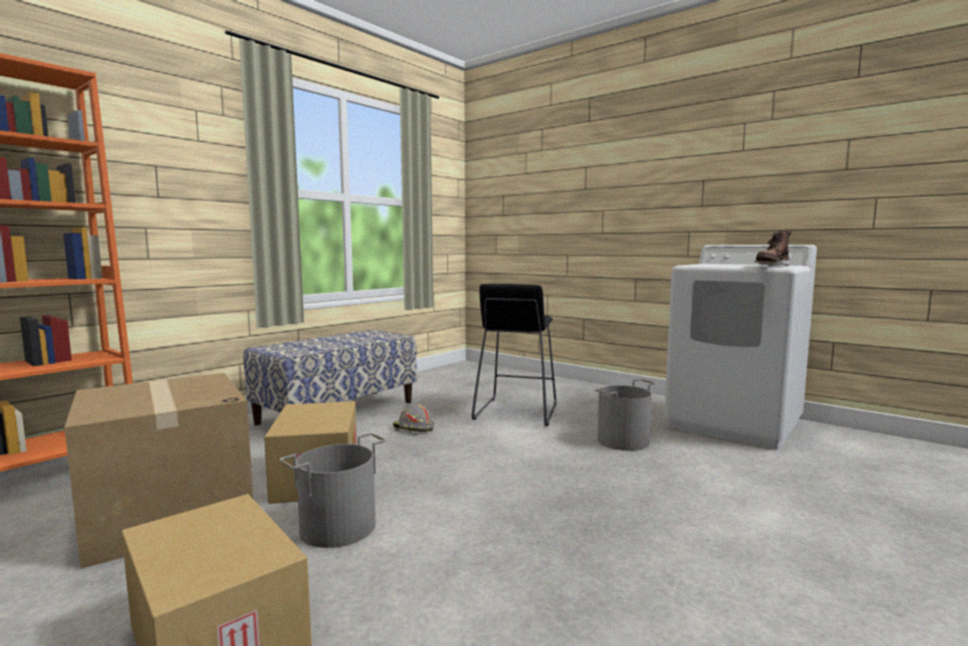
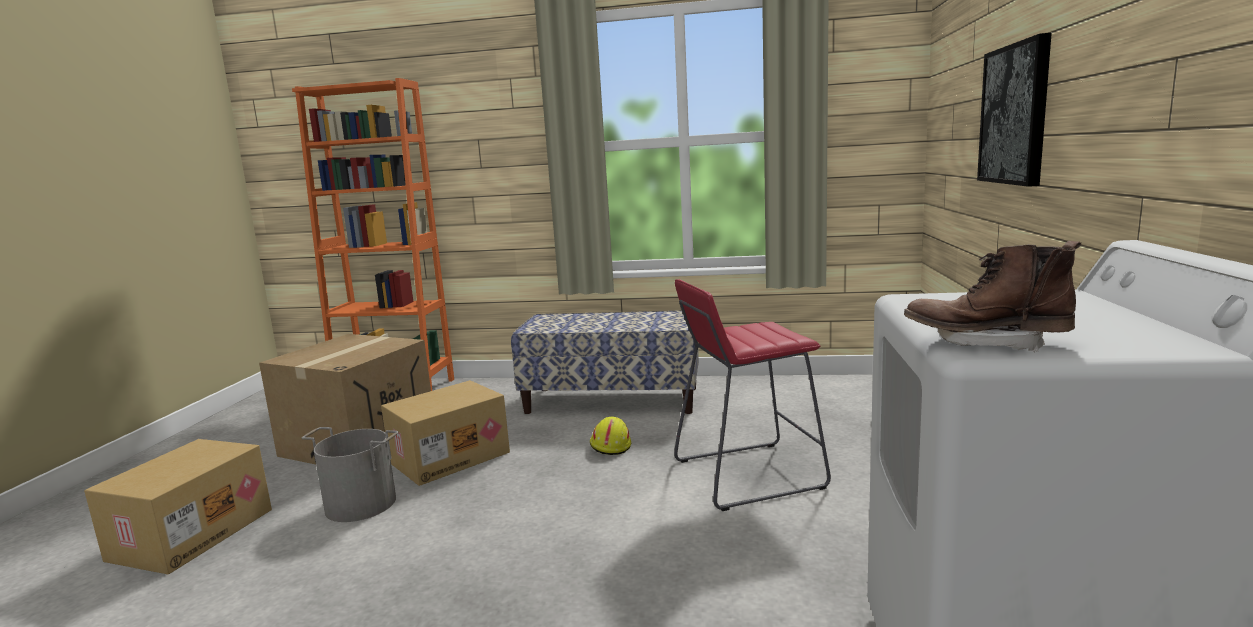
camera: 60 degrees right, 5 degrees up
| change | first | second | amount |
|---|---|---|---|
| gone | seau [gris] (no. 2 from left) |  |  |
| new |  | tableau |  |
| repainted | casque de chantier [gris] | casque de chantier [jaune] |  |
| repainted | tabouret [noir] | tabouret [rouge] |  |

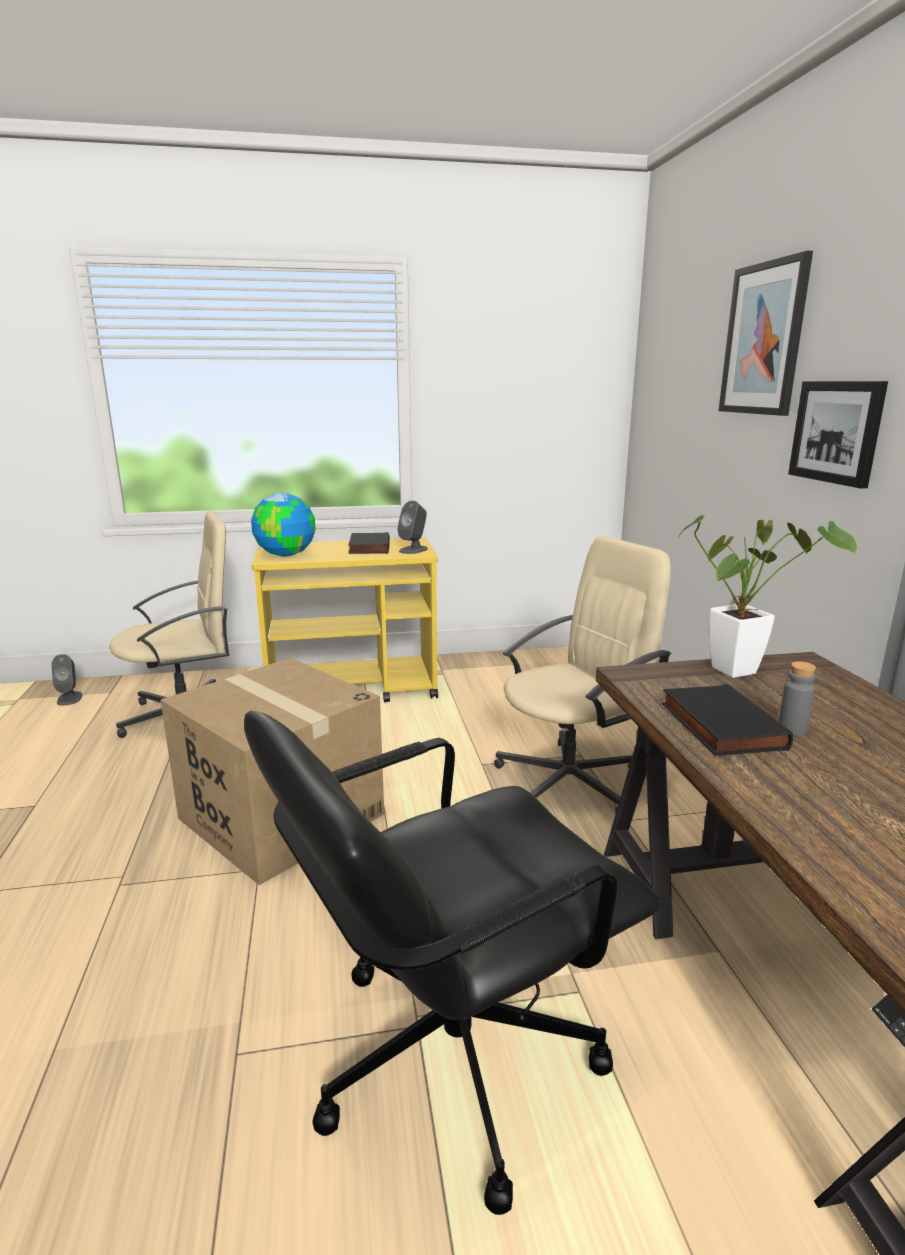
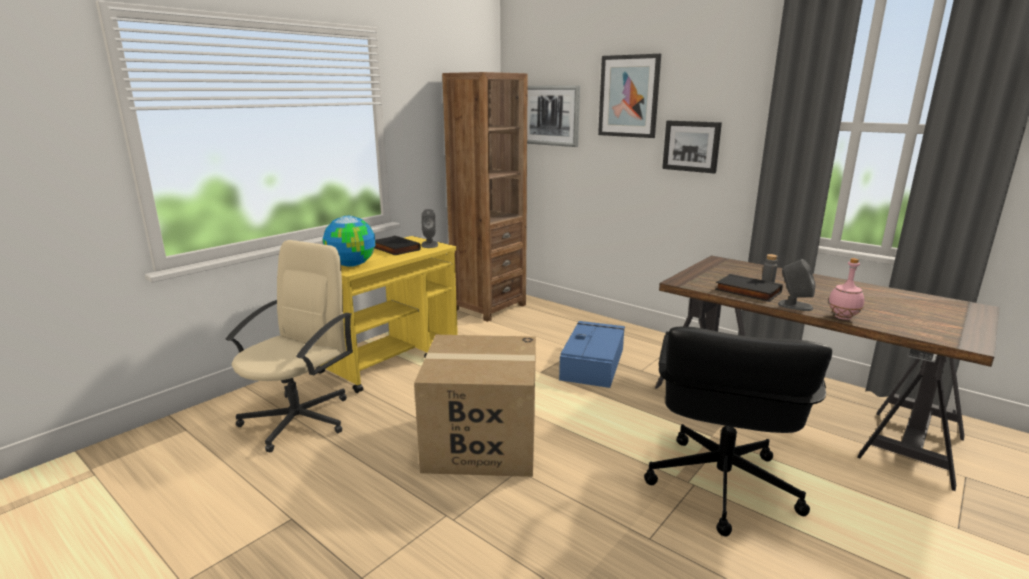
camera: 40 degrees left, 0 degrees up
| change | first | second | amount |
|---|---|---|---|
| gone | plante en pot |  |  |
| new |  | bibliothèque [marron] |  |
| new |  | tableau (no. 1 from left) |  |
| new |  | bouteille [rose] |  |
| shifted | enceinte [gris] (no. 1 from left in the first image) | enceinte [gris] (no. 2 from left) |  |
| swapped | chaise de bureau [beige] (no. 2 from left) | boîte de rangement [bleu] |  |

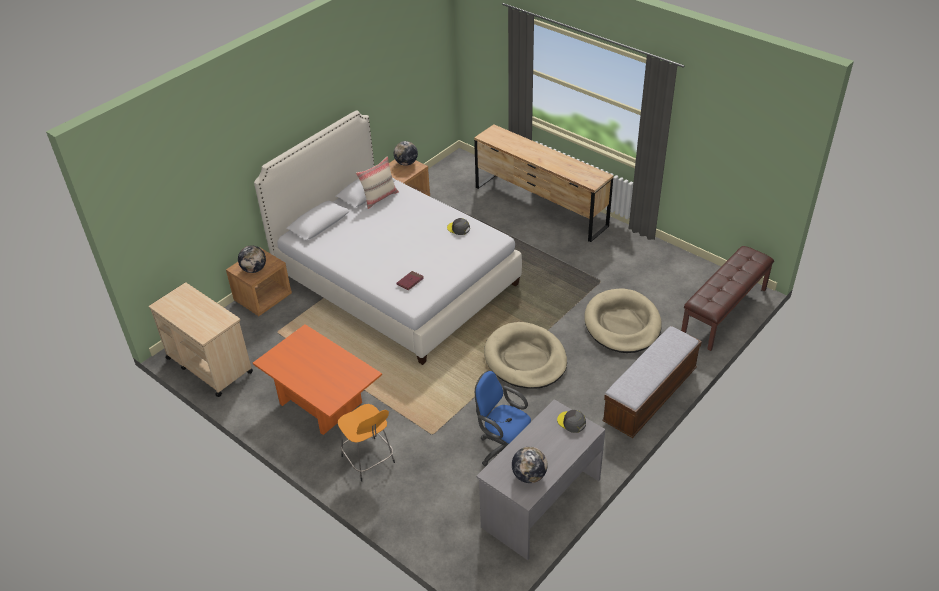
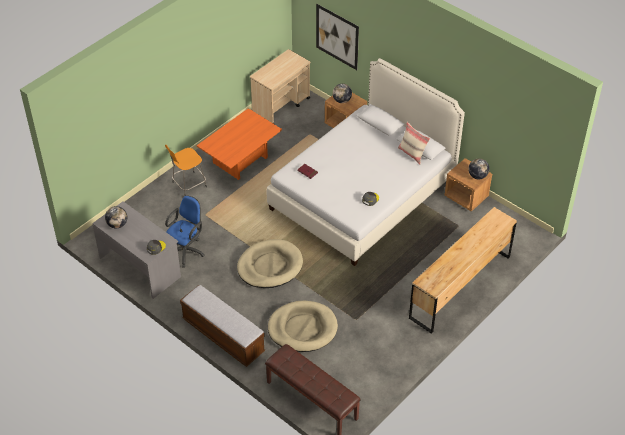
camera: 90 degrees right, 5 degrees up
| change | first | second | amount |
|---|---|---|---|
| new |  | tableau |  |

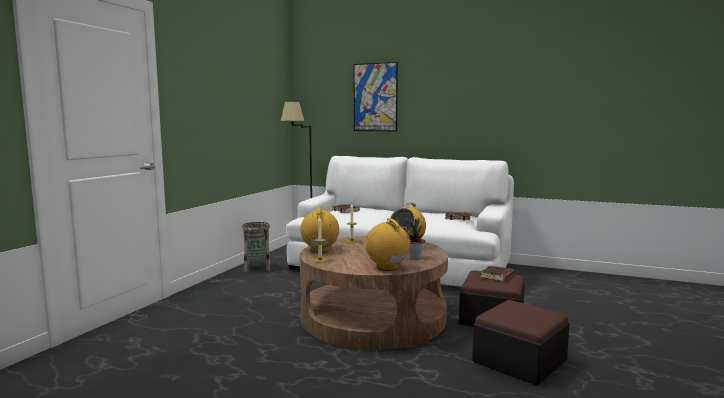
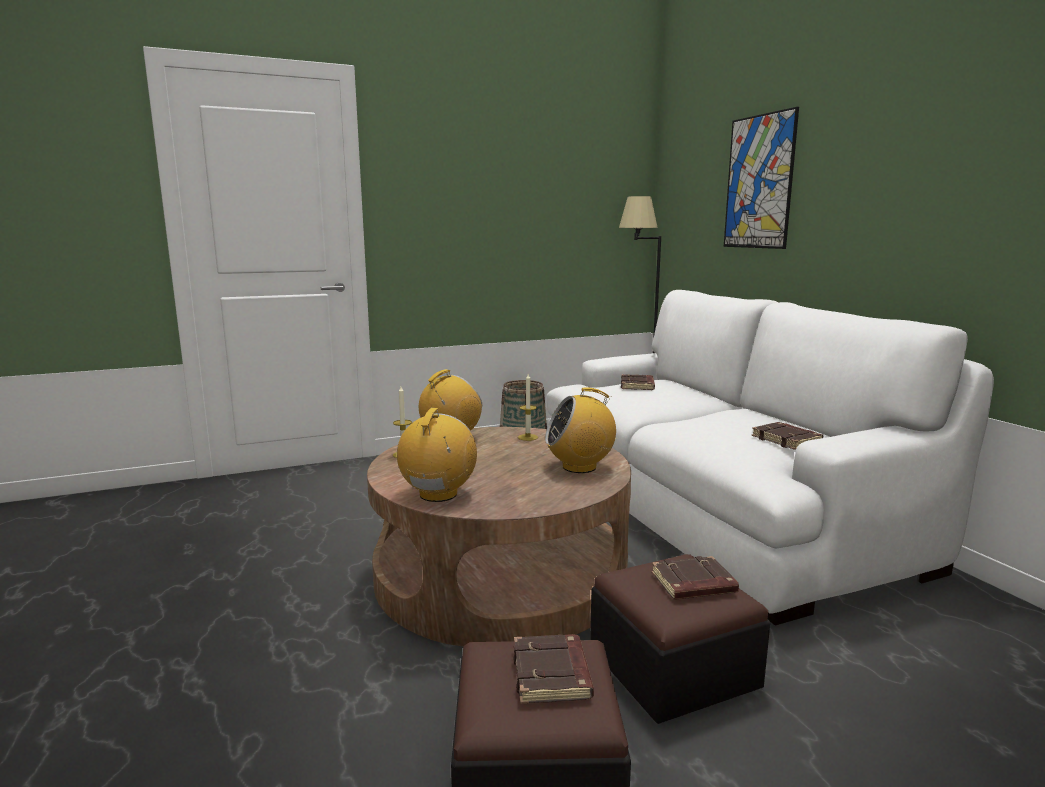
camera: 45 degrees right, 5 degrees up
| change | first | second | amount |
|---|---|---|---|
| gone | plante en pot |  |  |
| new |  | livre [marron] (no. 1 from left) |  |

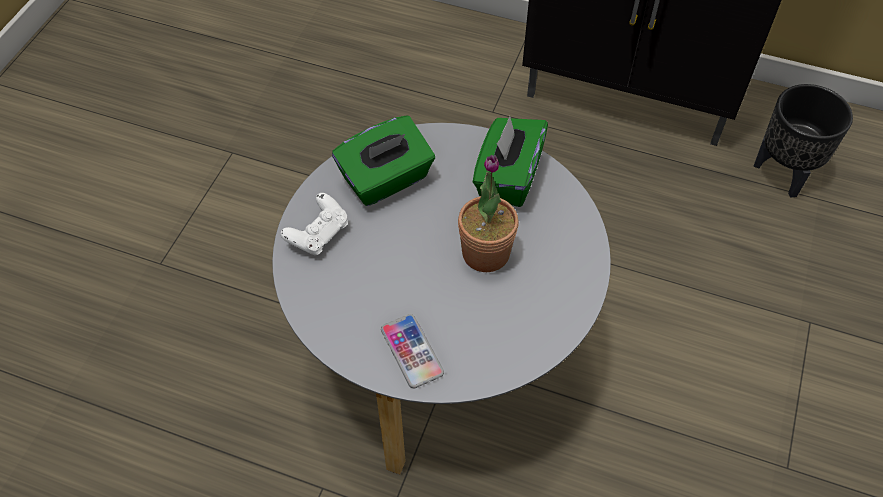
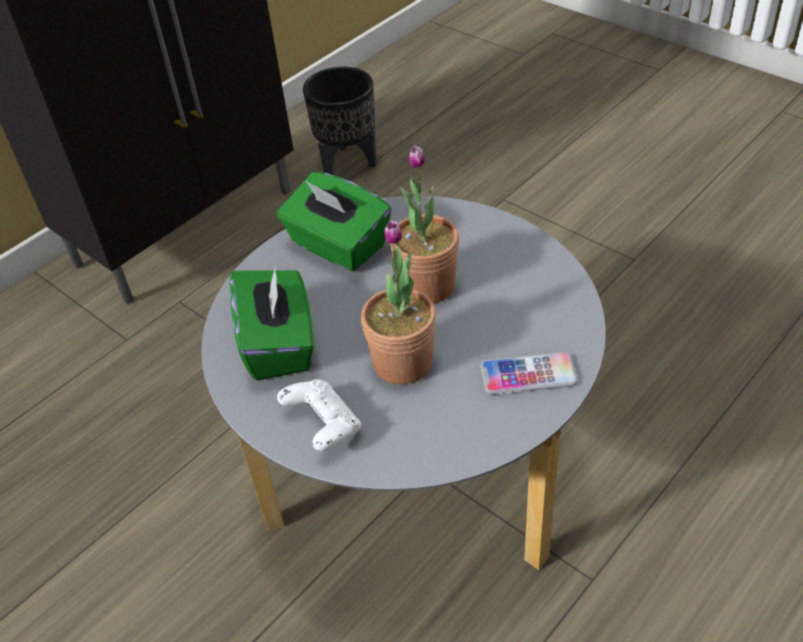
camera: 65 degrees left, 10 degrees down
| change | first | second | amount |
|---|---|---|---|
| new |  | plante en pot (no. 1 from left) |  |

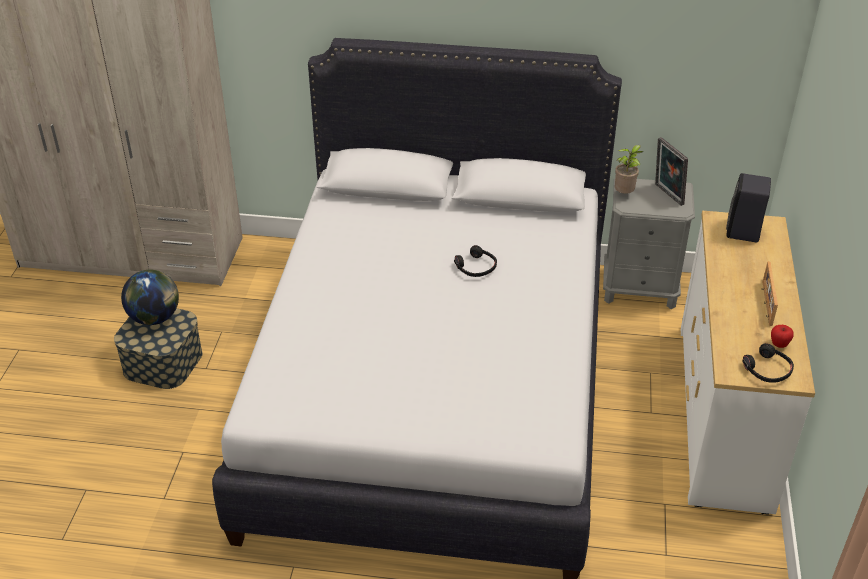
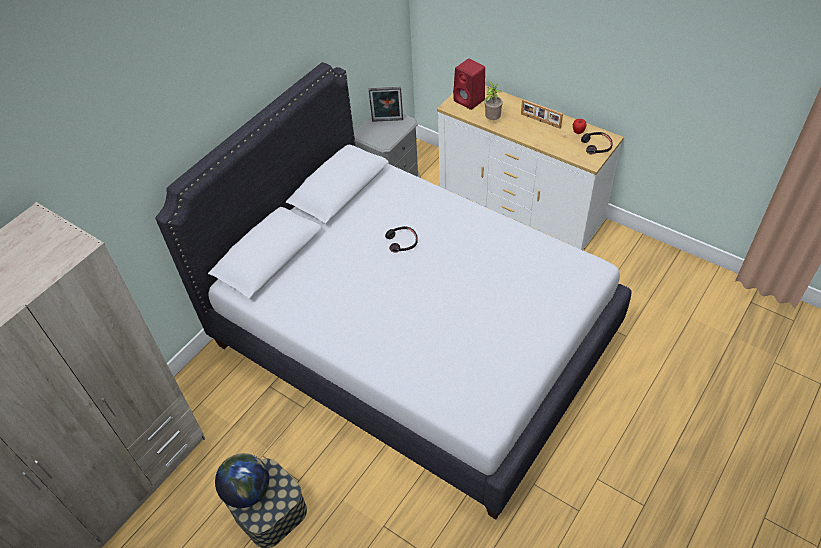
camera: 60 degrees left, 10 degrees up
| change | first | second | amount |
|---|---|---|---|
| shifted | plante en pot |  |  |
| repainted | enceinte [noir] | enceinte [rouge] |  |

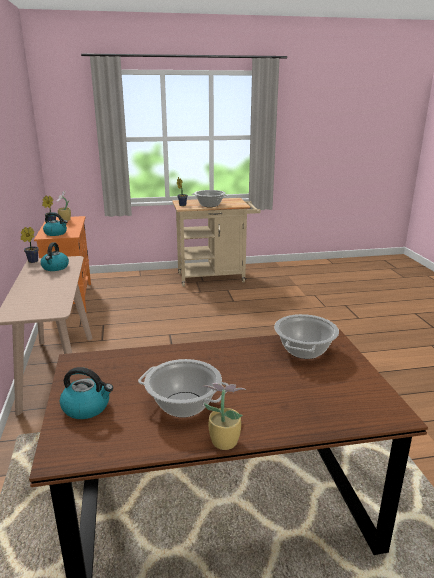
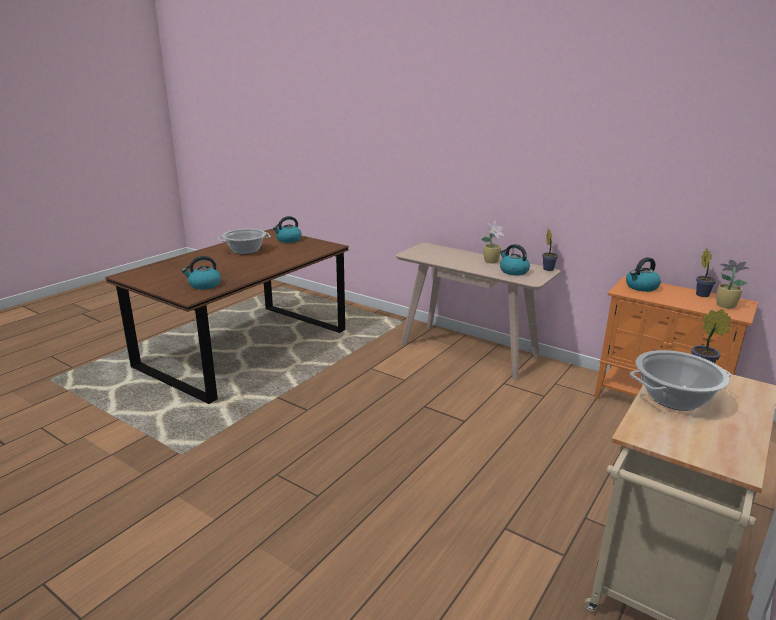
camera: 135 degrees right, 0 degrees up
| change | first | second | amount |
|---|---|---|---|
| shifted | plante en pot (no. 5 from left in the first image) | plante en pot (no. 1 from left) |  |
| swapped | marmite (no. 3 from left) | bouilloire (no. 1 from left) |  |

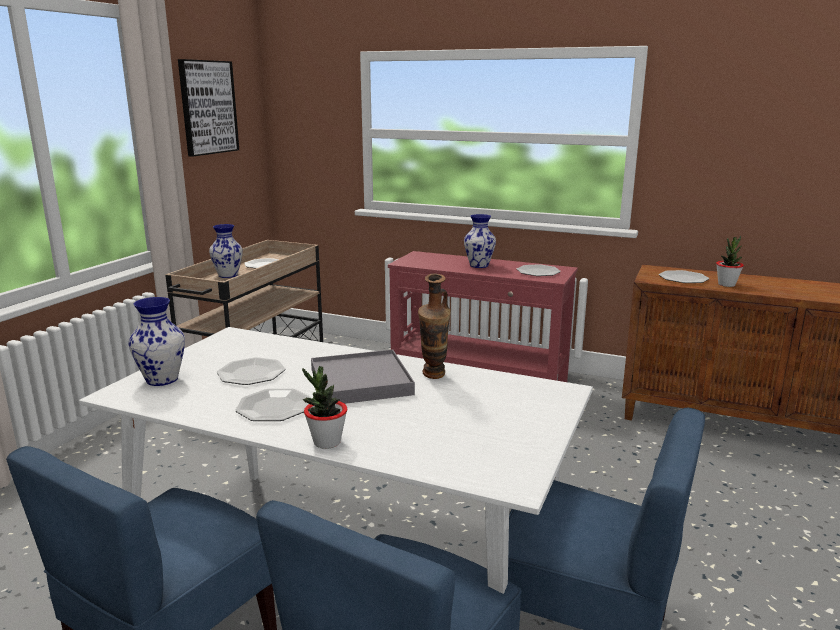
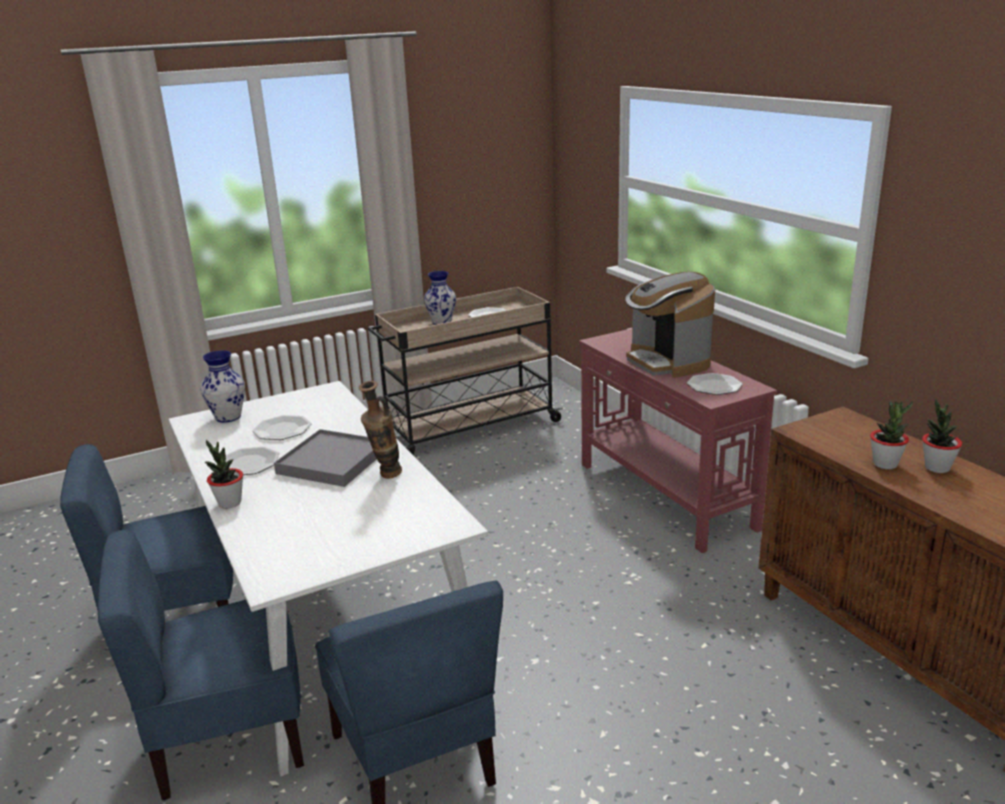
camera: 40 degrees right, 5 degrees up
| change | first | second | amount |
|---|---|---|---|
| gone | tableau |  |  |
| gone | assiette (no. 5 from left) |  |  |
| new |  | plante en pot (no. 3 from left) |  |
| swapped | vase (no. 4 from left) | machine à café |  |

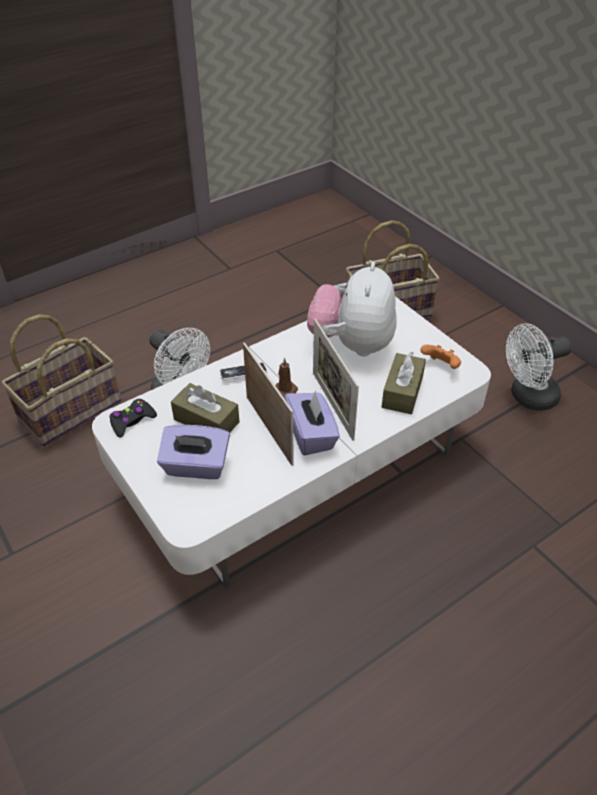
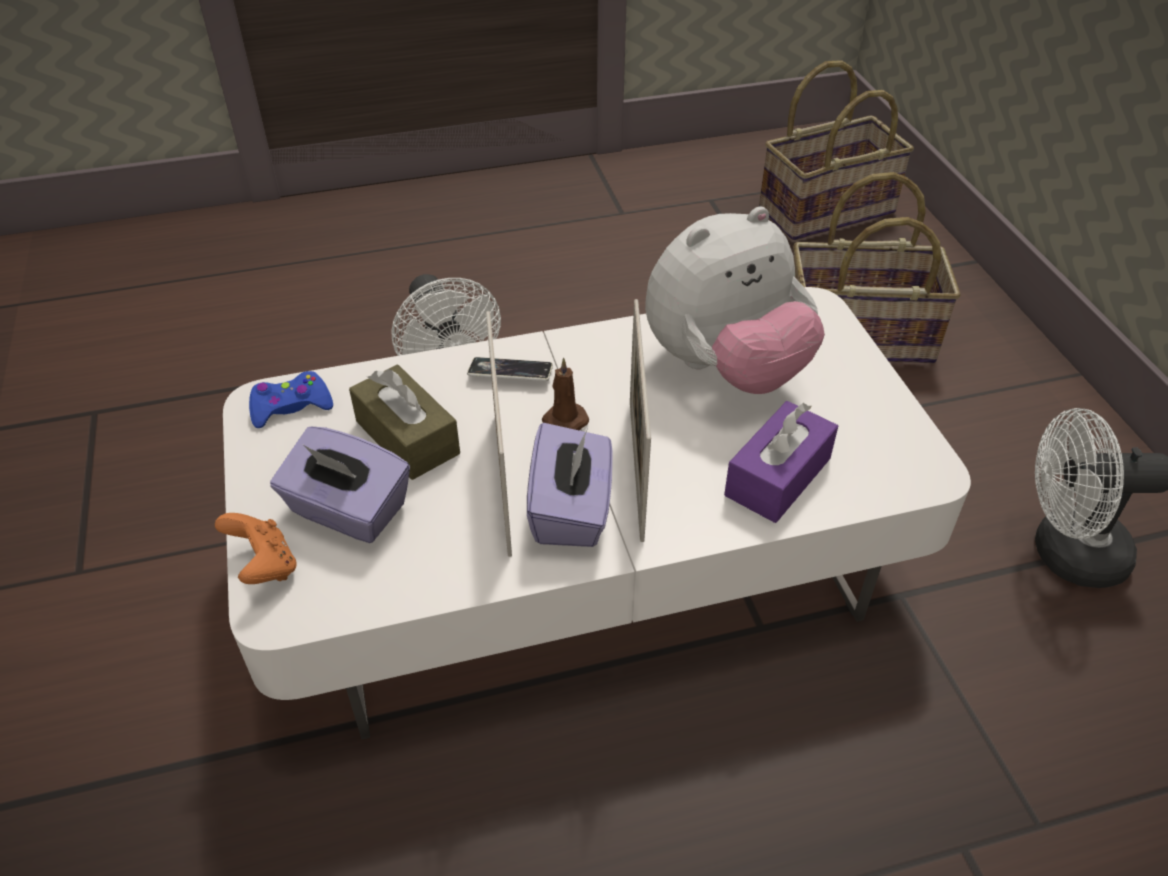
camera: 20 degrees right, 0 degrees up
| change | first | second | amount |
|---|---|---|---|
| shifted | panier (no. 1 from left) |  |  |
| shifted | manette [orange] |  |  |
| repainted | manette [noir] | manette [bleu] |  |
| repainted | boîte à mouchoirs [marron] (no. 2 from left) | boîte à mouchoirs [violet] (no. 3 from left) |  |
| rotated | peluche |  | 150 degrees counterclockwise |

